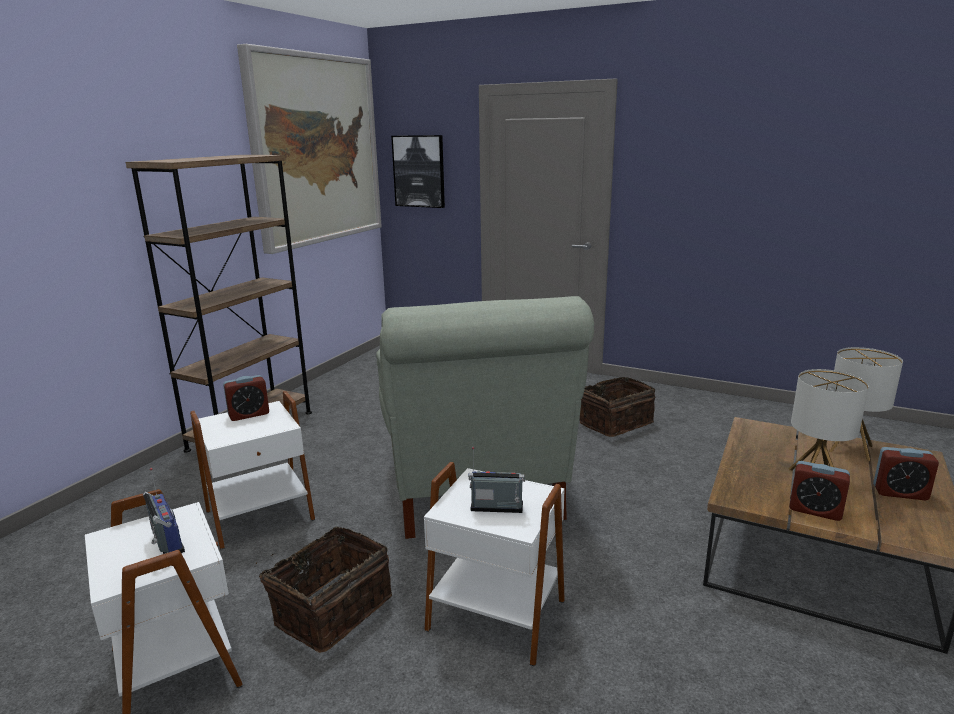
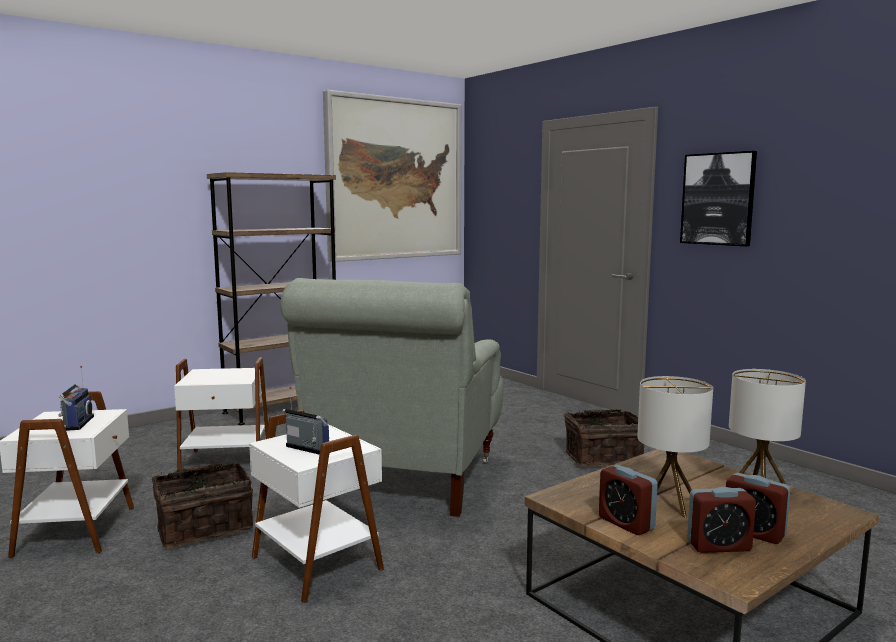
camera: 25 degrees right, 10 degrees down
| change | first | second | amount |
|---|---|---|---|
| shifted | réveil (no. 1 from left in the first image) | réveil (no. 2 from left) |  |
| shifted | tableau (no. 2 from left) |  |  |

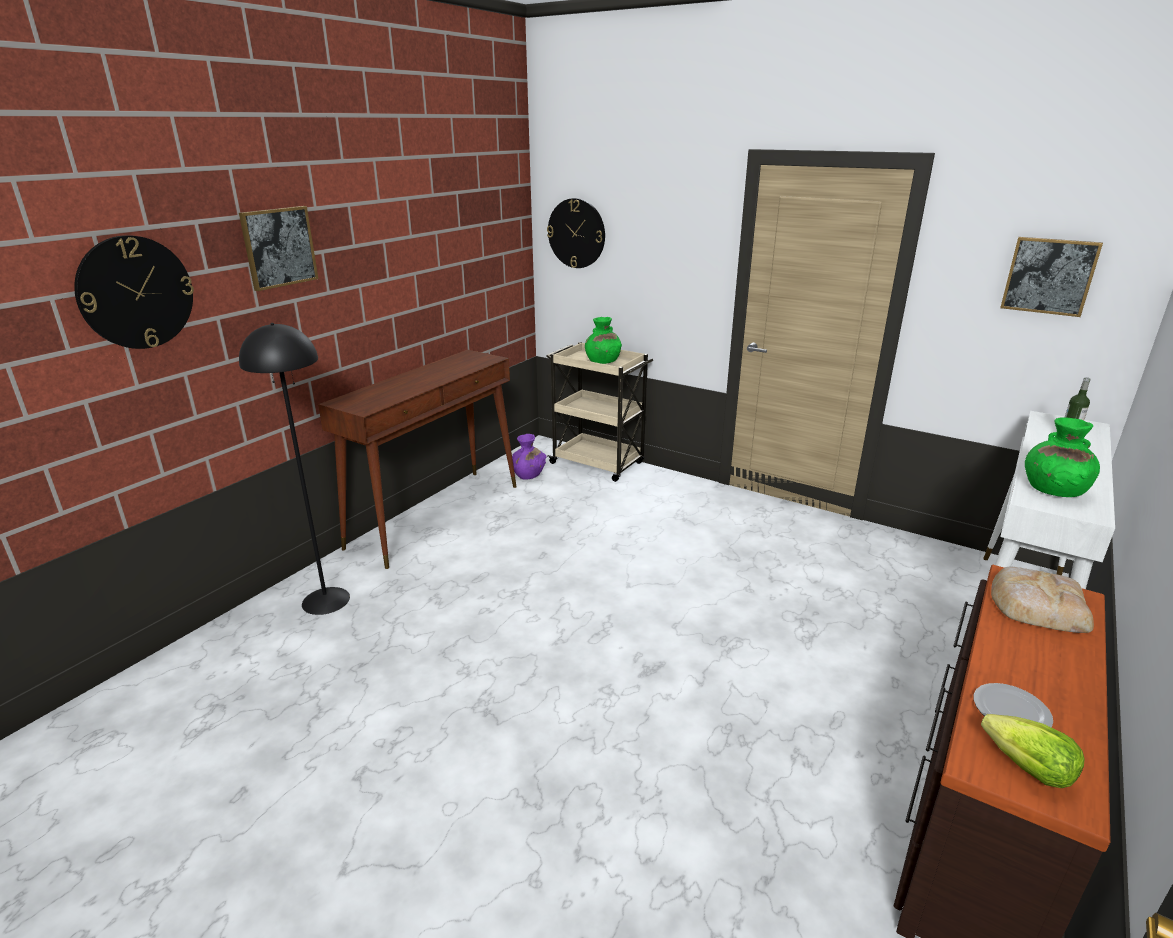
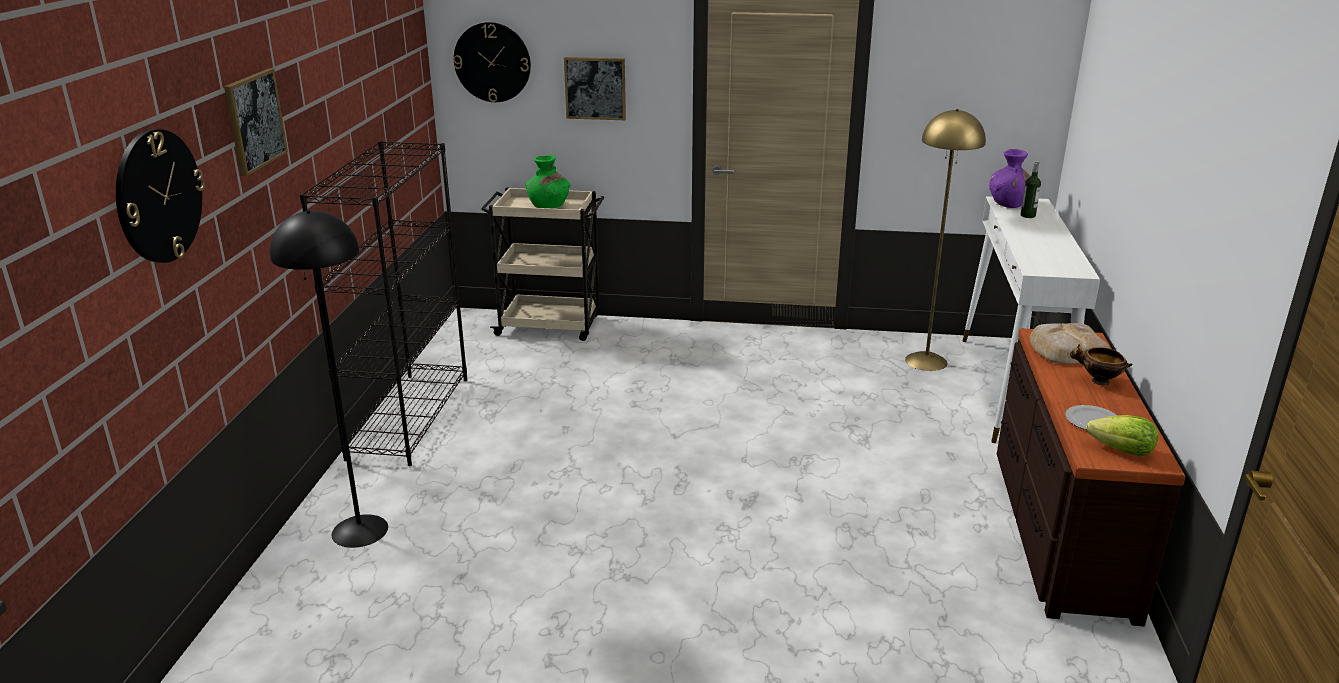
camera: 25 degrees left, 0 degrees up
| change | first | second | amount |
|---|---|---|---|
| gone | vase [vert] (no. 2 from left) |  |  |
| new |  | lampadaire [jaune] |  |
| new |  | bol |  |
| shifted | vase [violet] |  |  |
| shifted | tableau (no. 2 from left) |  |  |
| swapped | table console [marron] | bibliothèque [noir] |  |

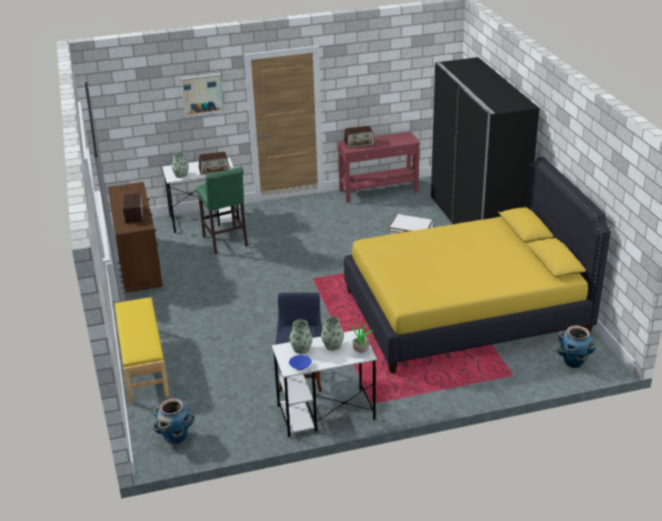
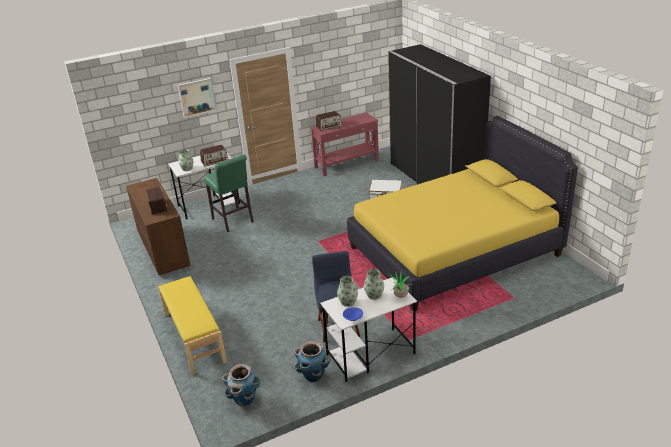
camera: 10 degrees left, 0 degrees up
| change | first | second | amount |
|---|---|---|---|
| shifted | cache-pot (no. 2 from left) |  |  |

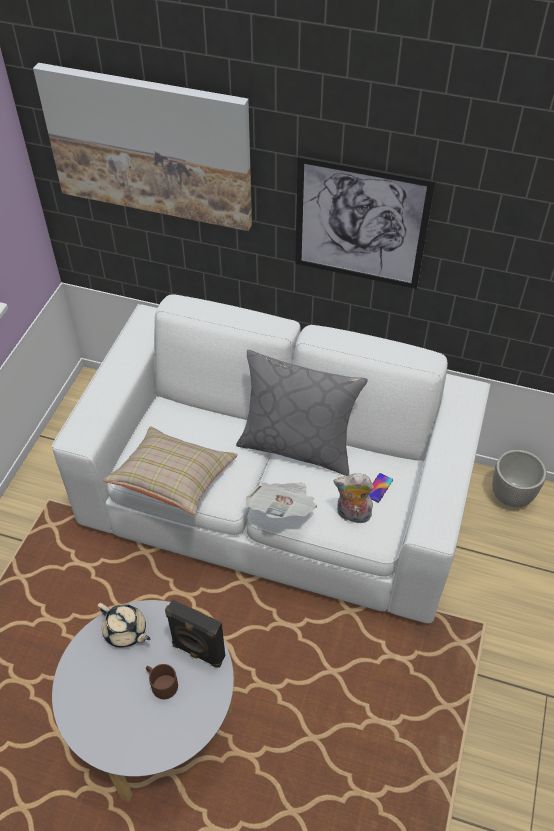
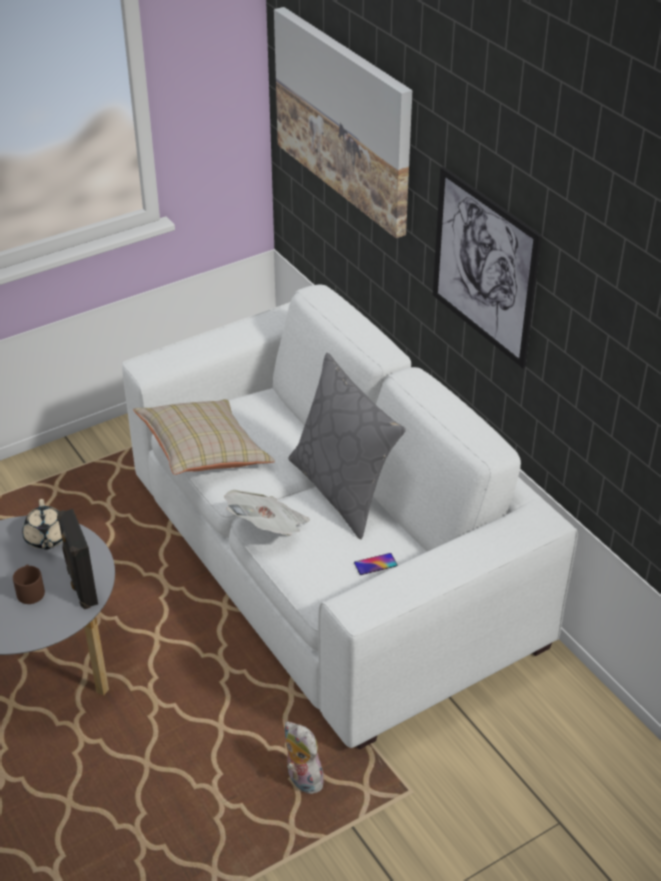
camera: 40 degrees right, 10 degrees down
| change | first | second | amount |
|---|---|---|---|
| gone | cache-pot |  |  |
| shifted | peluche |  |  |

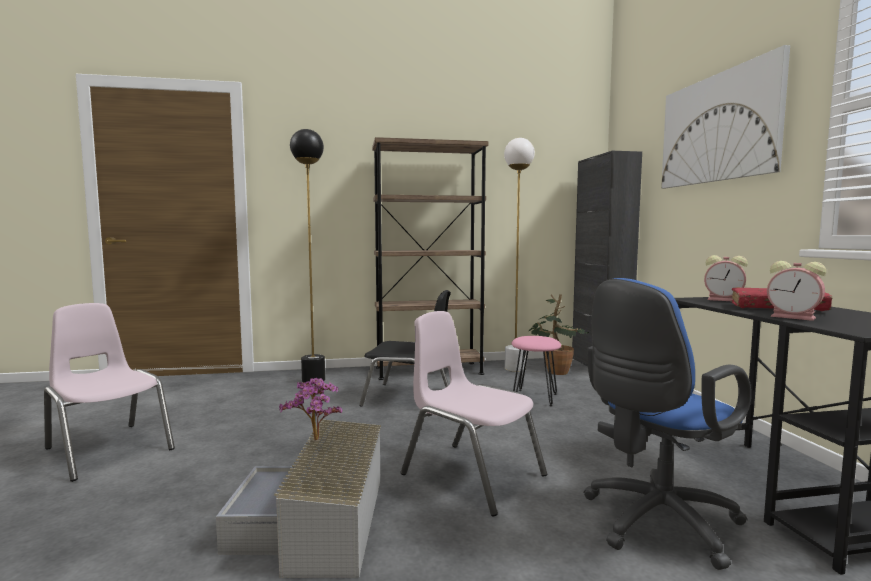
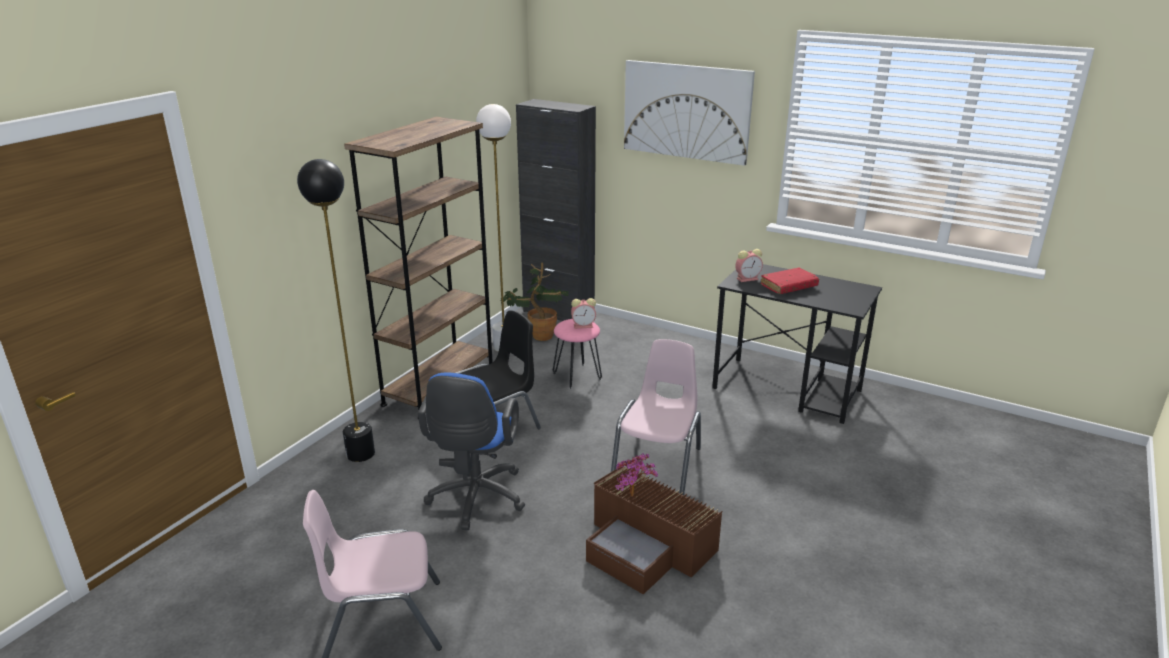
camera: 50 degrees left, 20 degrees up
| change | first | second | amount |
|---|---|---|---|
| shifted | chaise de bureau [bleu] |  |  |
| shifted | réveil (no. 2 from left in the first image) | réveil (no. 1 from left) |  |
| repainted | boîte de rangement [gris] | boîte de rangement [marron] |  |
| rotated | chaise [rose] (no. 2 from left) |  | 120 degrees clockwise |

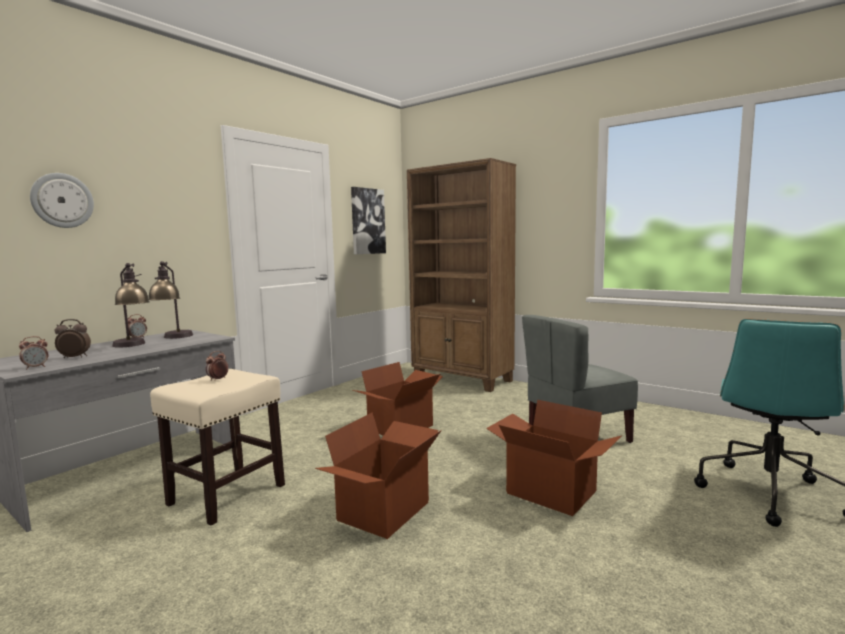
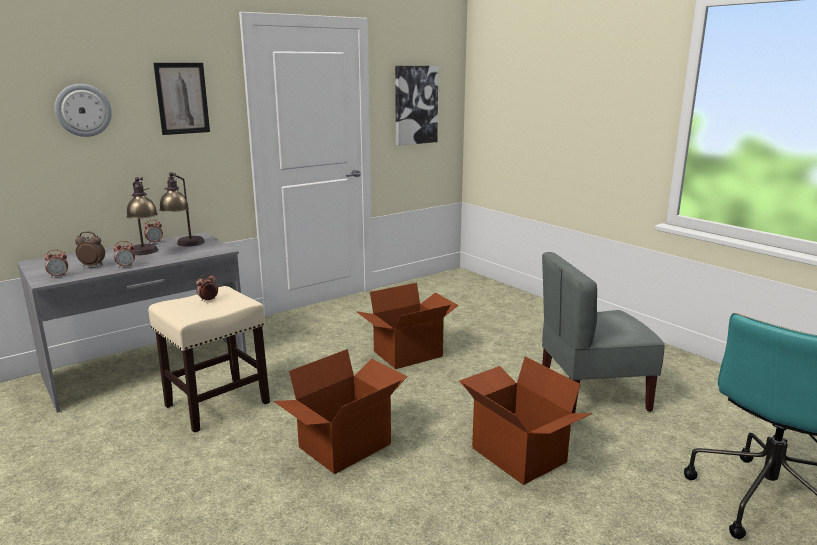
camera: 15 degrees right, 10 degrees up
| change | first | second | amount |
|---|---|---|---|
| gone | bibliothèque [marron] |  |  |
| new |  | réveil (no. 3 from left) |  |
| new |  | tableau (no. 1 from left) |  |

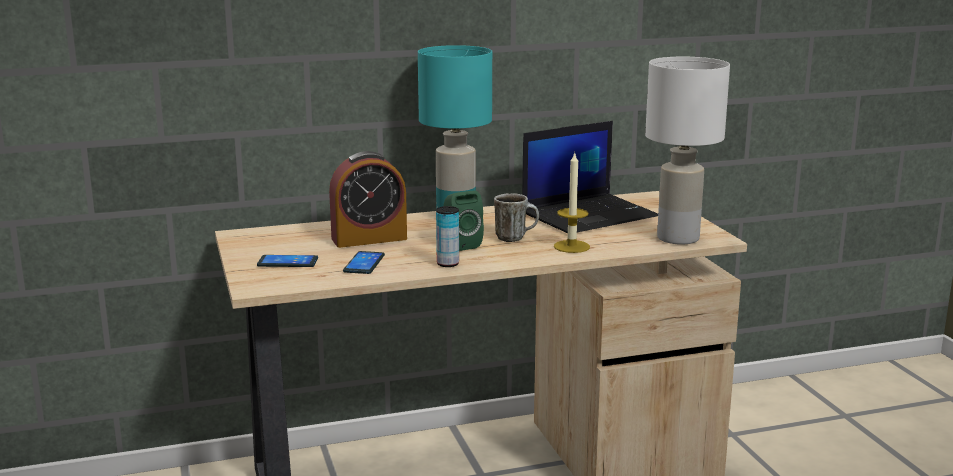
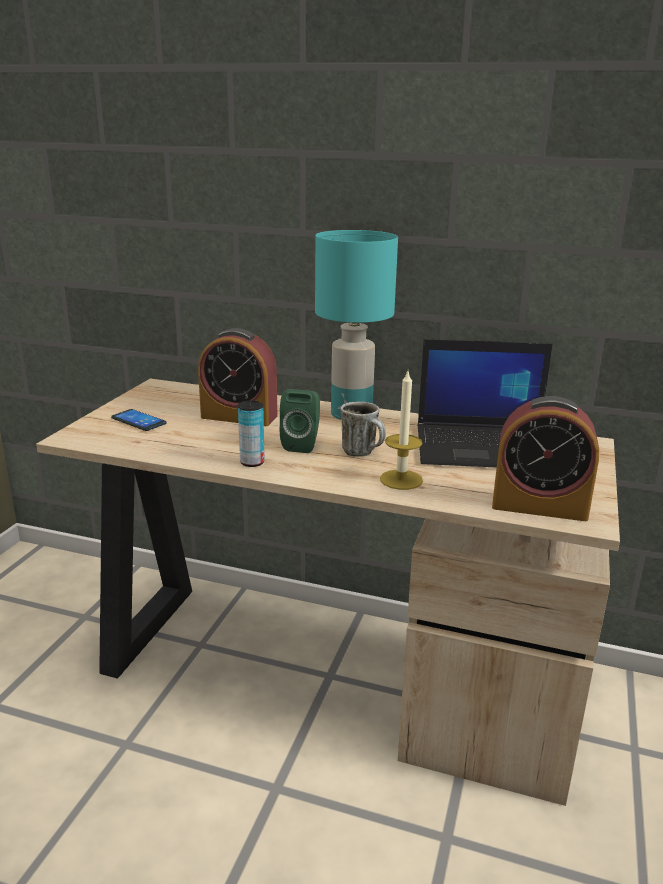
camera: 35 degrees right, 5 degrees up
| change | first | second | amount |
|---|---|---|---|
| gone | téléphone (no. 2 from left) |  |  |
| swapped | lampe de table [blanc] | réveil (no. 2 from left) |  |

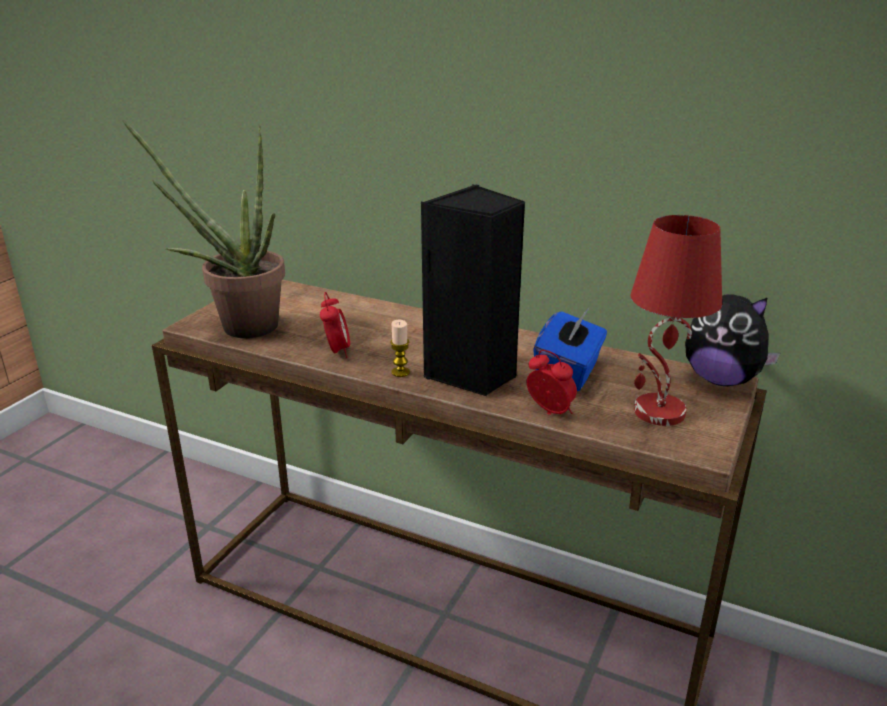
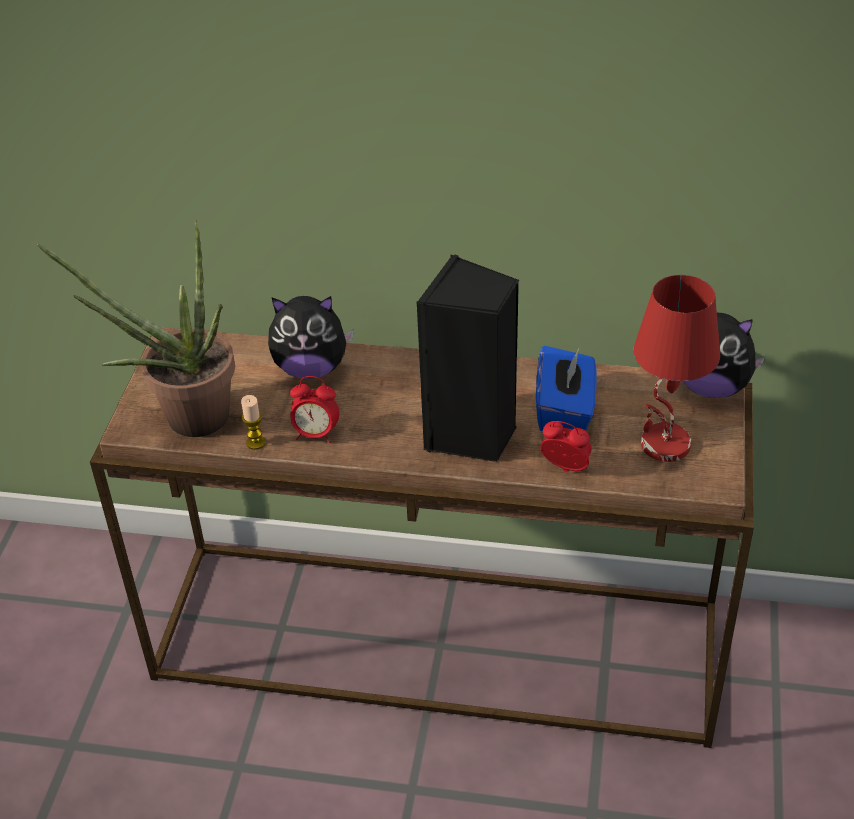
camera: 15 degrees left, 15 degrees up
| change | first | second | amount |
|---|---|---|---|
| new |  | peluche (no. 1 from left) |  |
| shifted | bougie |  |  |
| rotated | réveil (no. 1 from left) |  | 120 degrees clockwise |

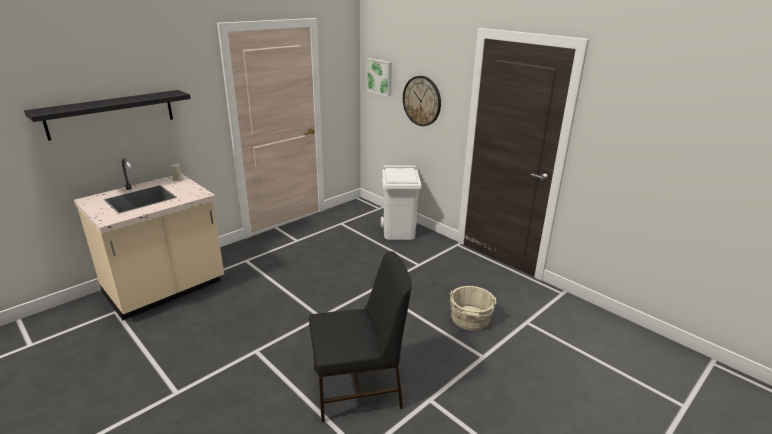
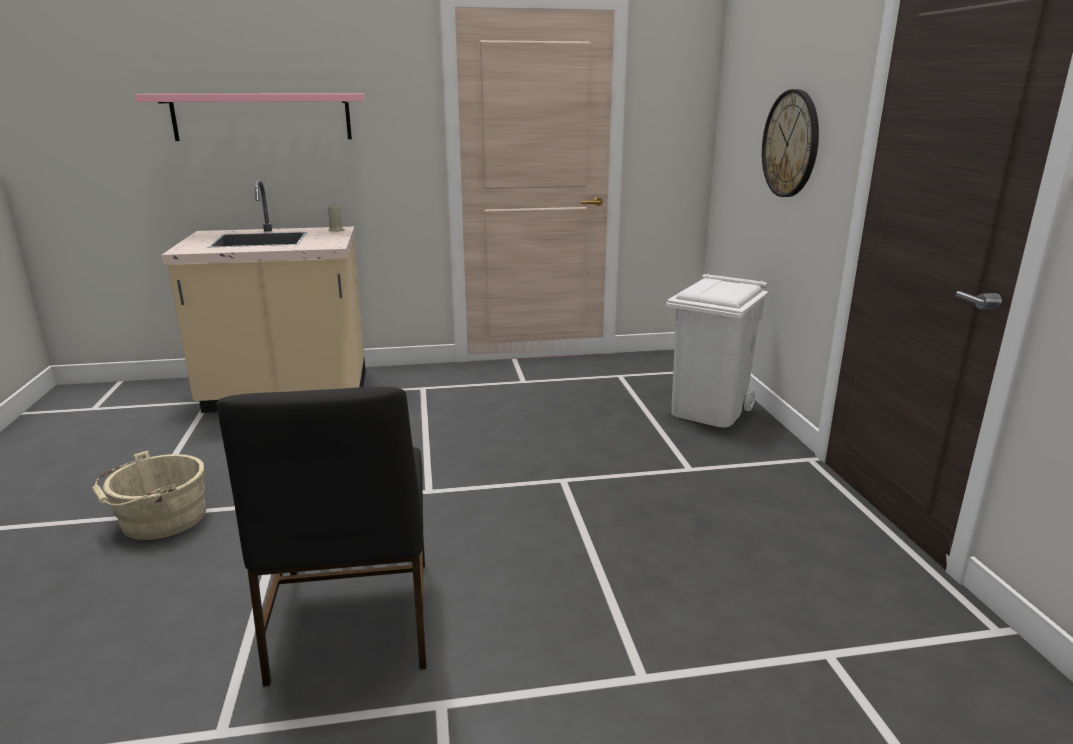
camera: 35 degrees right, 5 degrees down
| change | first | second | amount |
|---|---|---|---|
| gone | tableau |  |  |
| shifted | seau [beige] |  |  |
| repainted | étagère [noir] | étagère [rose] |  |
| rotated | chaise [noir] |  | 60 degrees clockwise |

